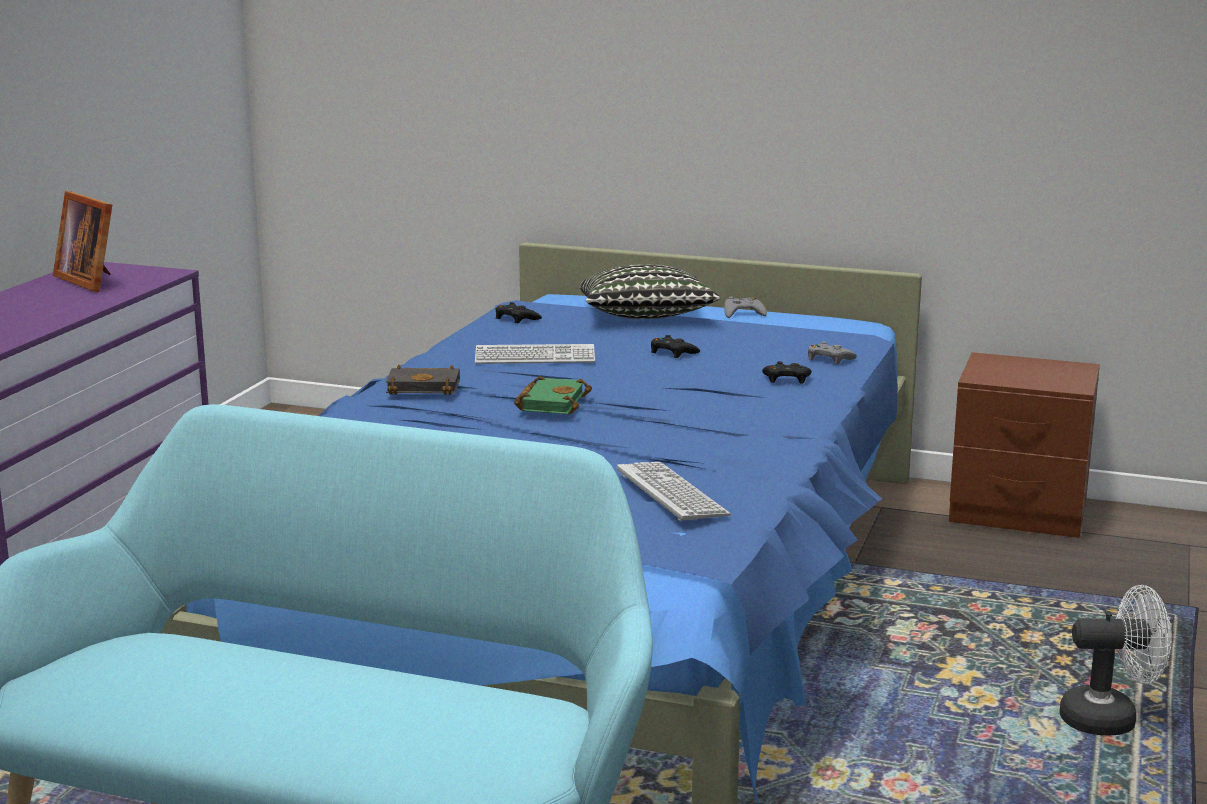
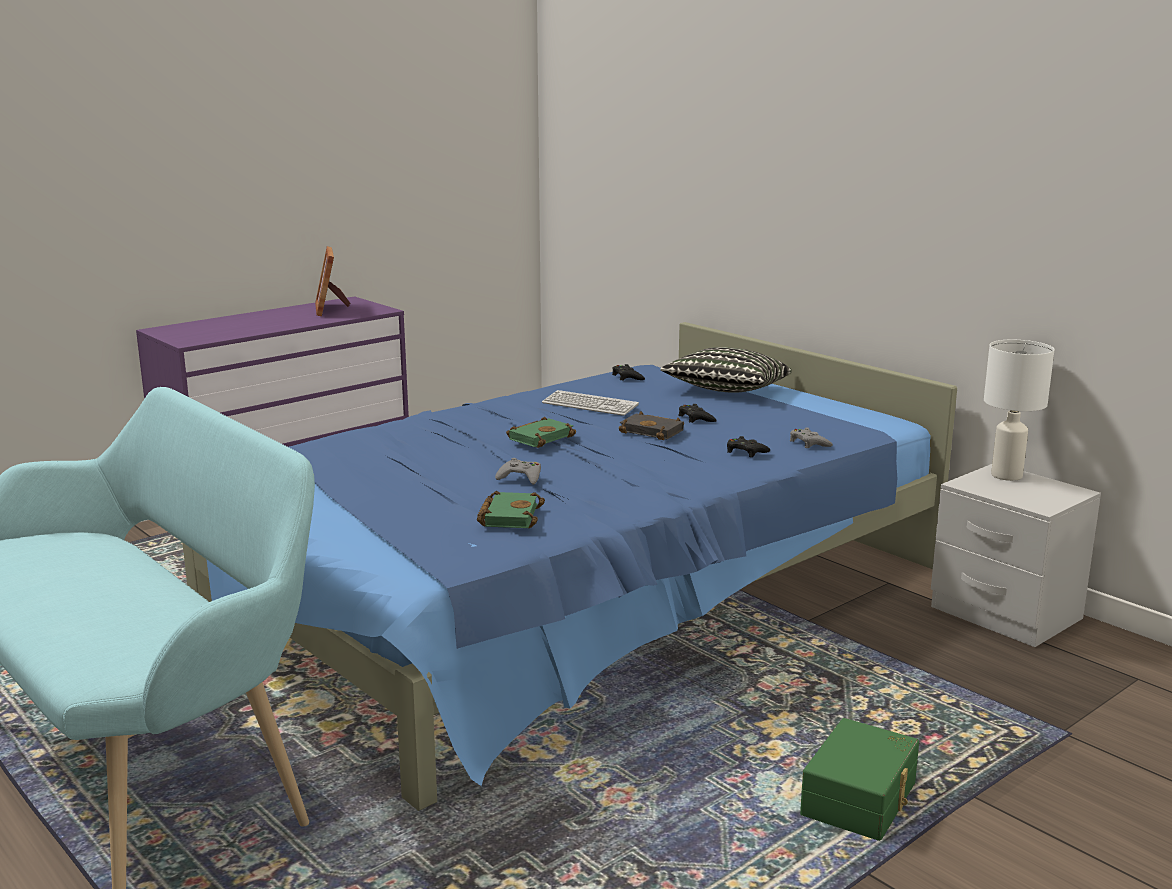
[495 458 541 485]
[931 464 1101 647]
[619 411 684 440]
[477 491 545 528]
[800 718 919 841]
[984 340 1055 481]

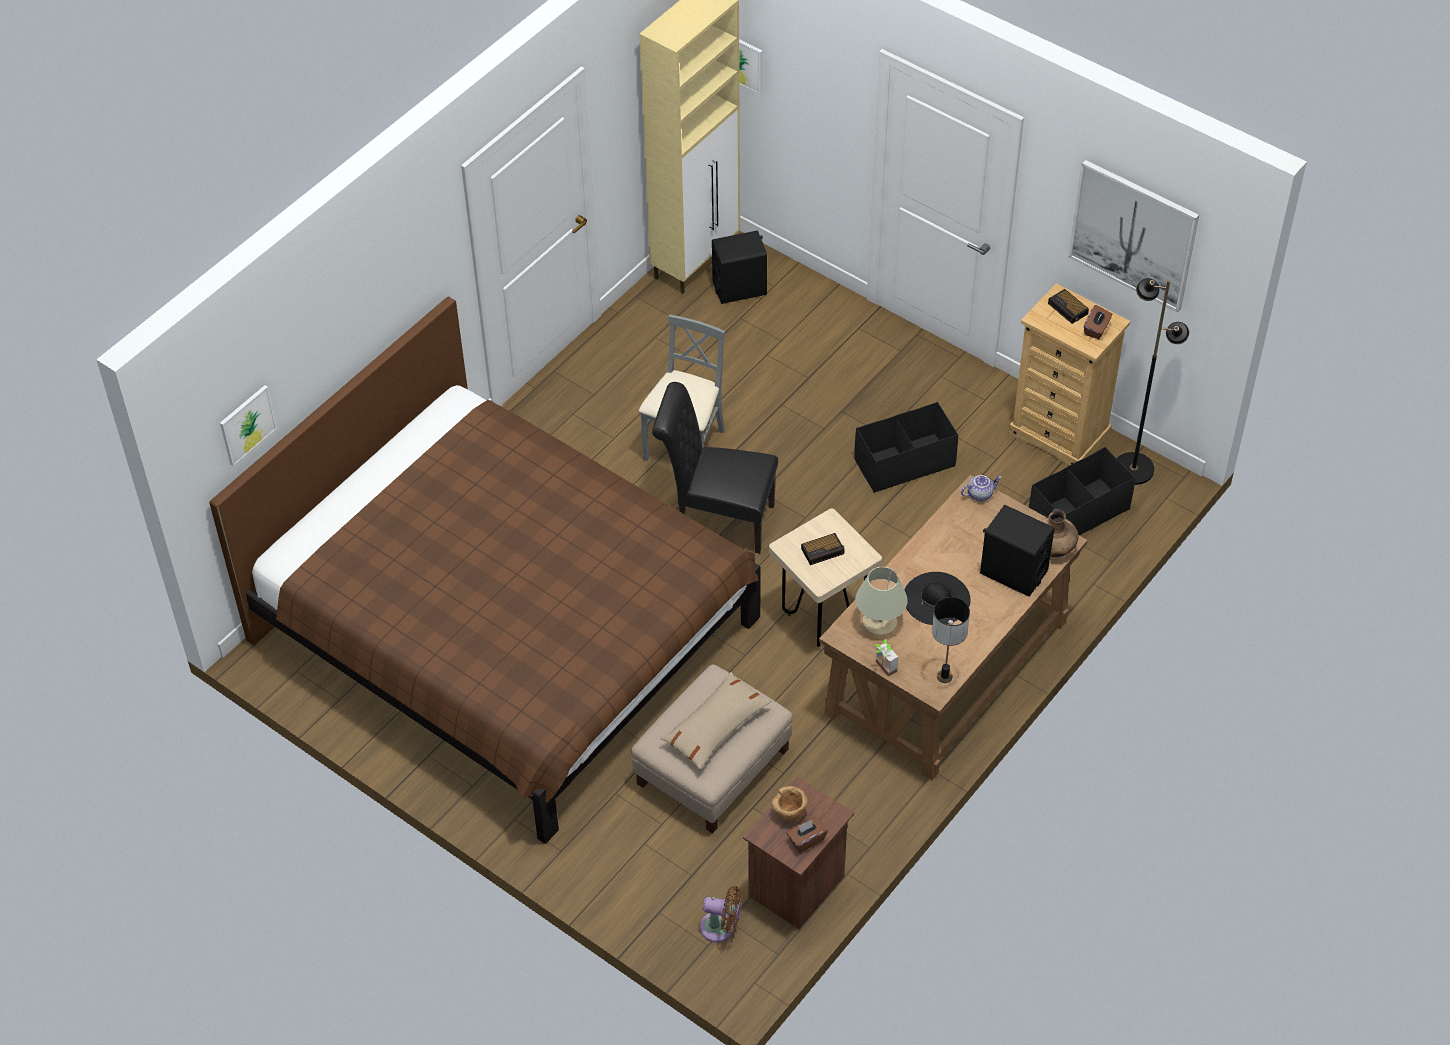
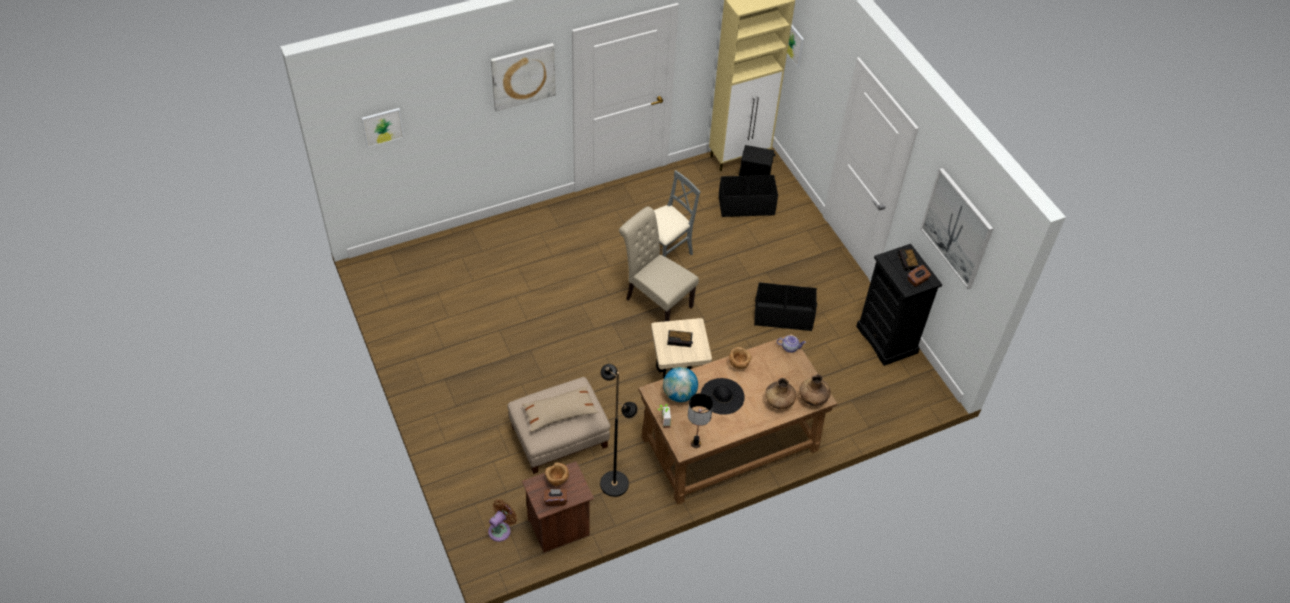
[600 364 638 497]
[856 244 942 366]
[209 296 761 844] (first image)
[619 206 699 321]
[719 175 778 217]
[765 378 796 409]
[663 367 698 402]
[488 500 517 542]
[491 43 556 111]
[729 347 752 369]

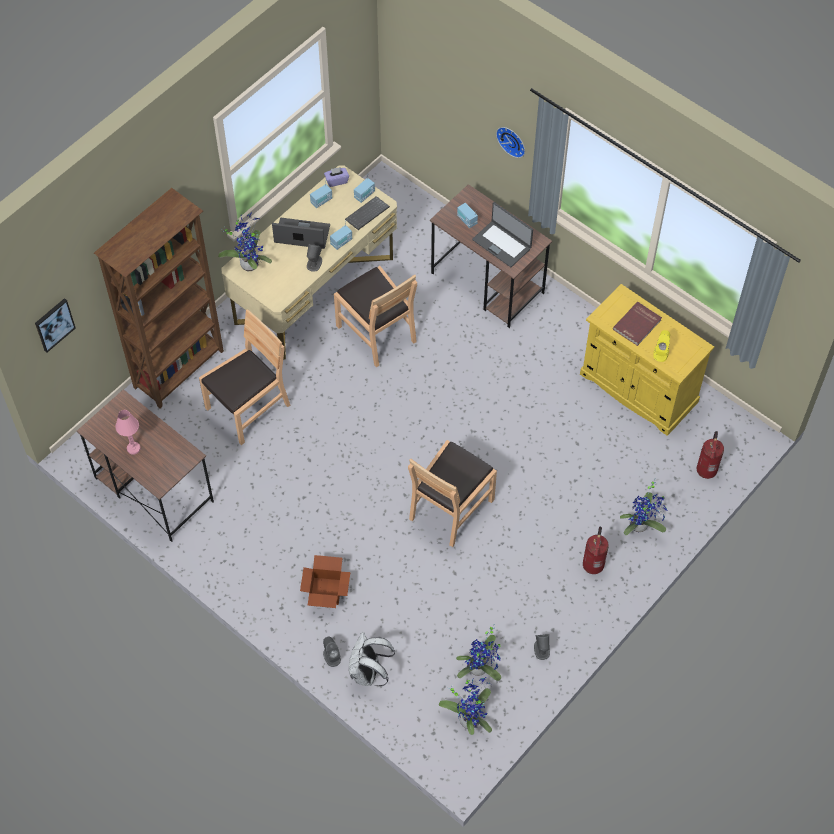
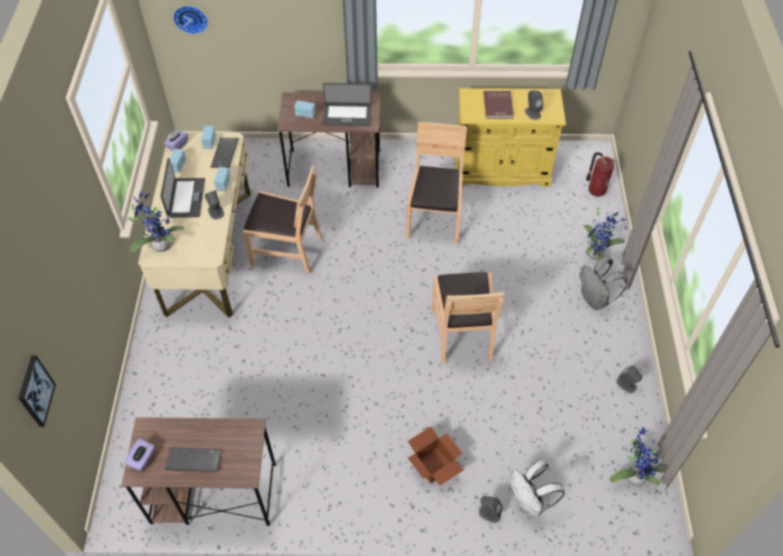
[173 6 208 35]
[94 188 224 409] (first image)
[160 158 205 218]
[406 122 467 244]
[525 90 543 120]
[165 447 222 472]
[579 256 628 310]
[456 625 501 681] (first image)
[124 438 155 471]

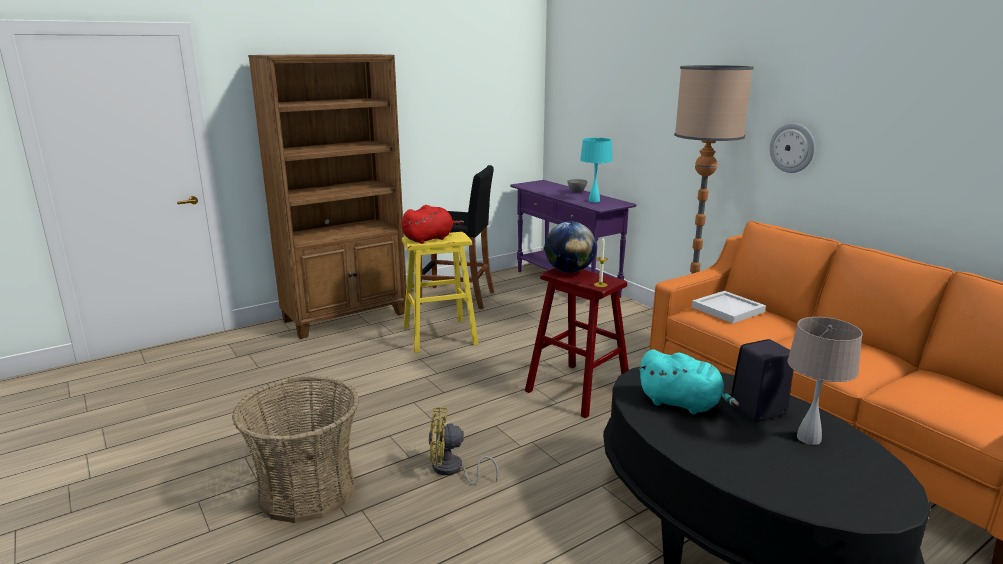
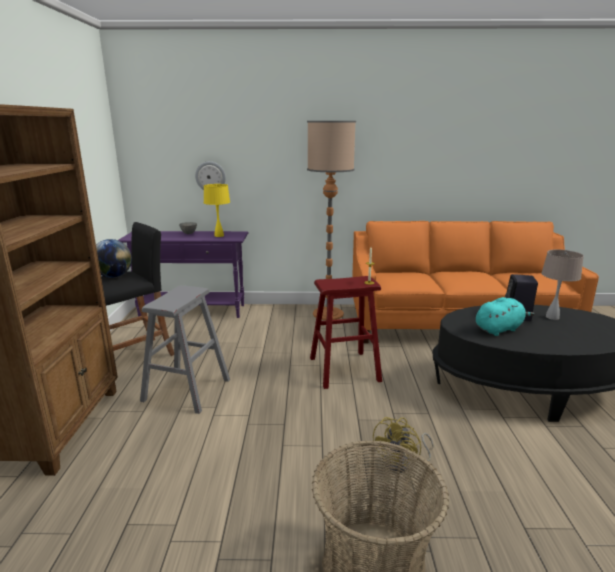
[195 161 226 190]
[204 184 230 237]
[402 205 464 244] (first image)
[96 239 132 278]
[140 285 230 414]
[692 291 766 323] (first image)

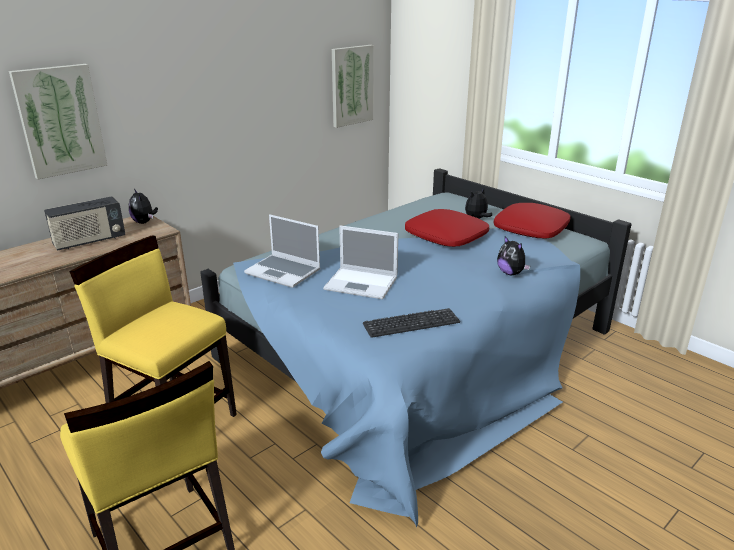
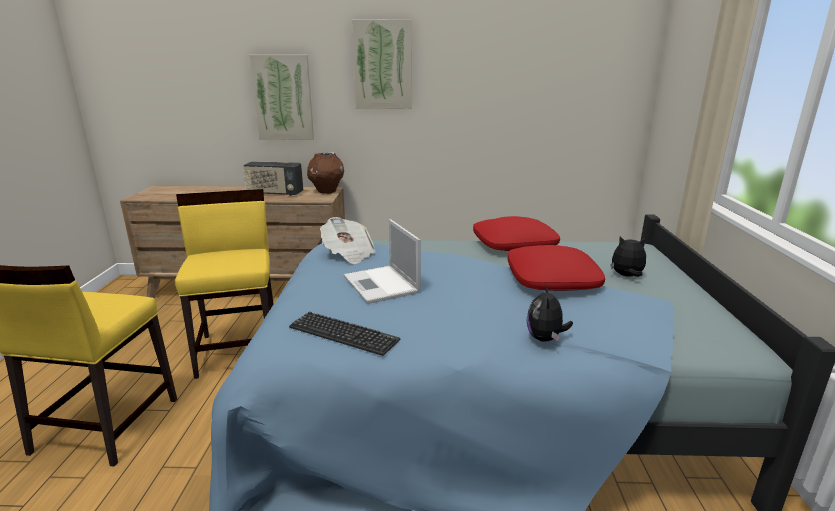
[352 19 412 109]
[307 152 344 194]
[473 216 560 251]
[320 217 376 264]

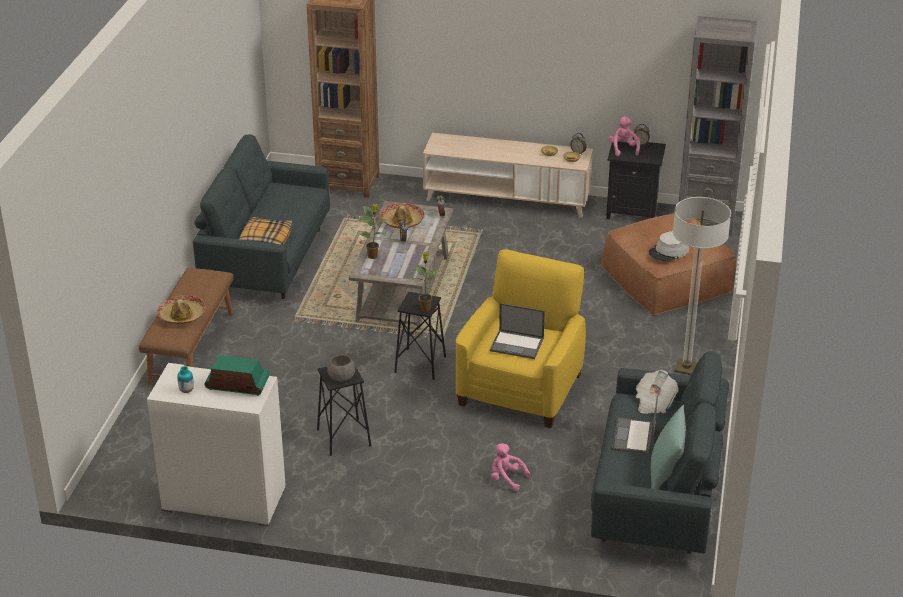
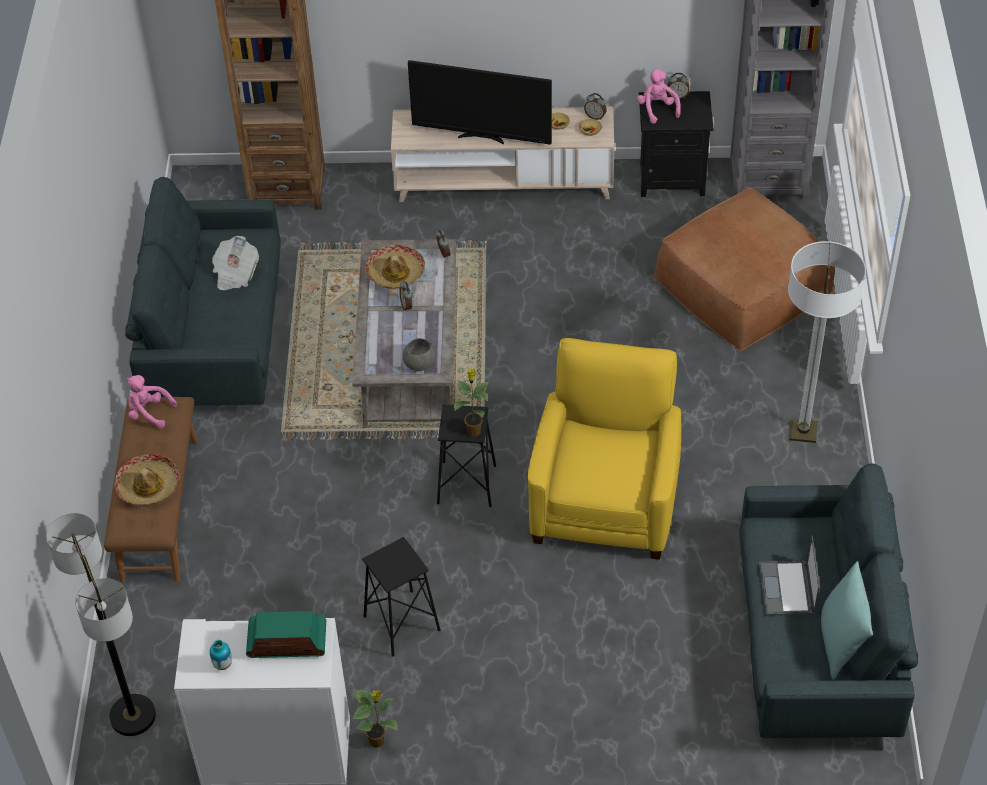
[353 690 398 747]
[239 217 292 245] (first image)
[649 231 689 261] (first image)
[490 303 545 359] (first image)
[403 338 436 371]
[212 236 259 290]
[127 375 177 429]
[408 60 552 145]
[46 513 156 736]

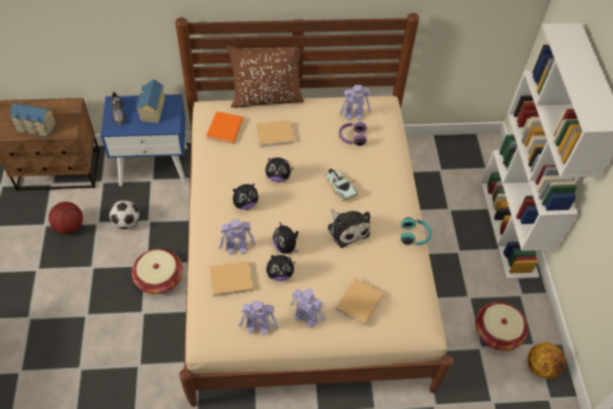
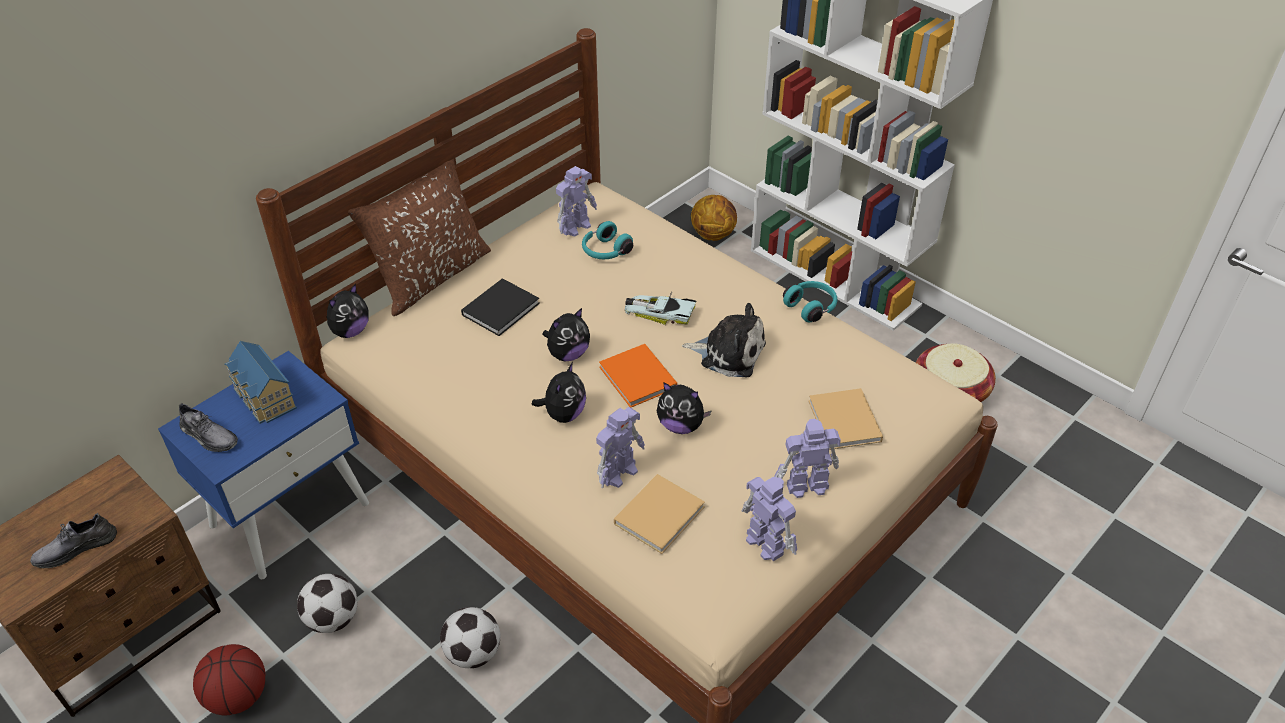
[30 513 117 568]
[599 344 677 407]
[461 278 540 336]
[582 221 633 259]
[440 607 500 668]
[326 284 369 338]
[742 477 797 561]
[691 195 737 241]

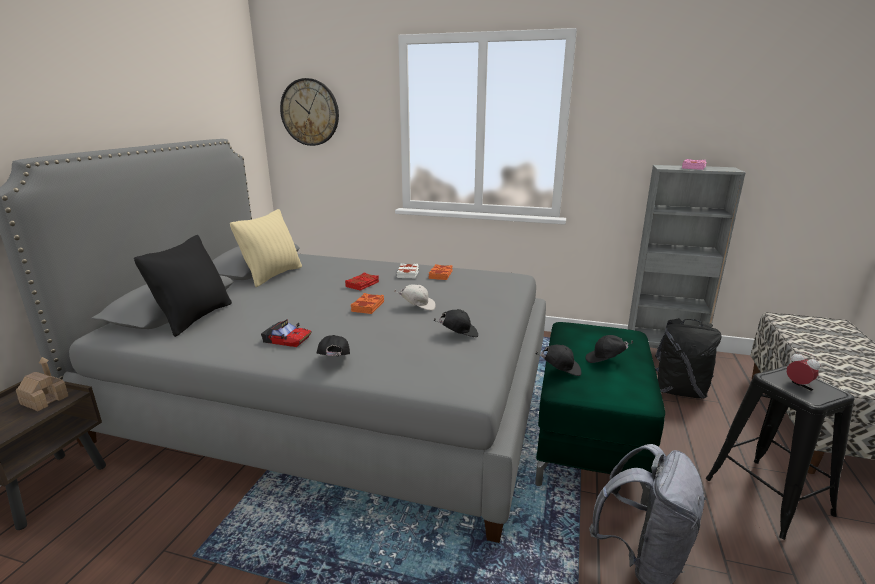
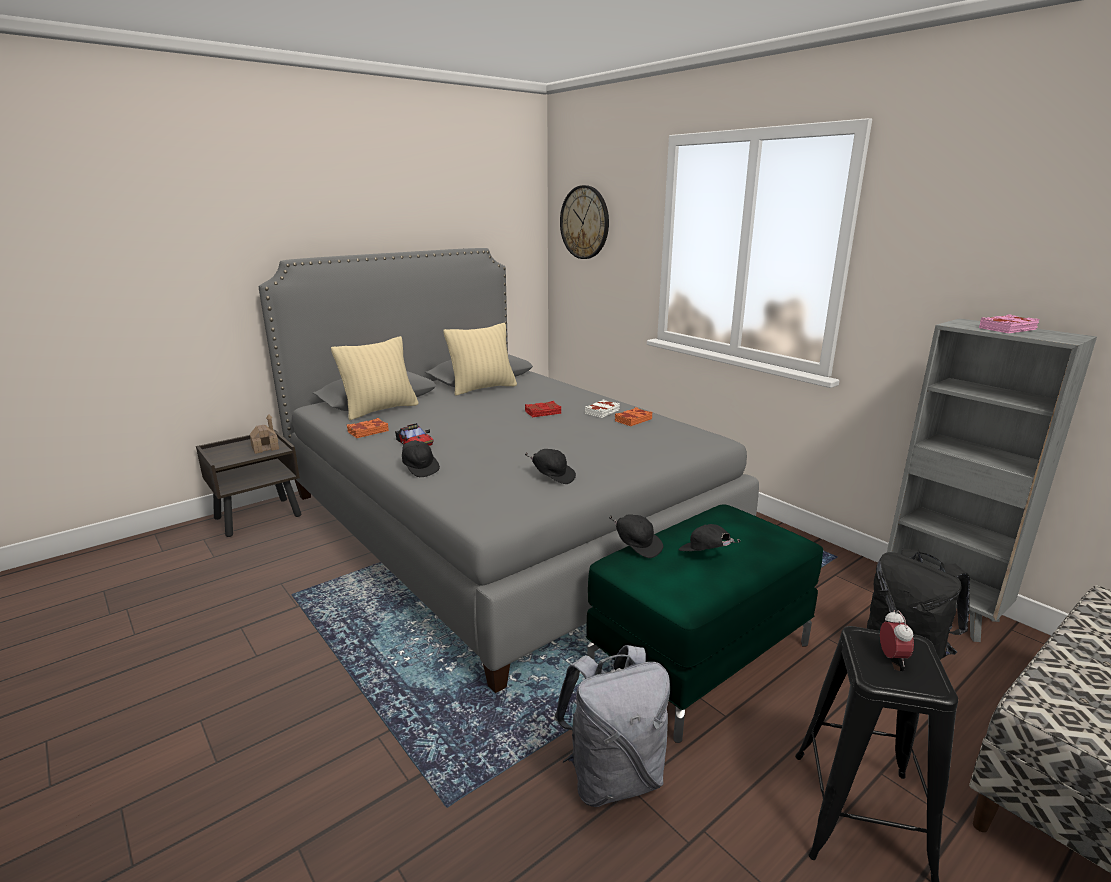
[331 336 419 420]
[394 285 436 311] (first image)
[347 418 389 438]
[402 440 440 477]

